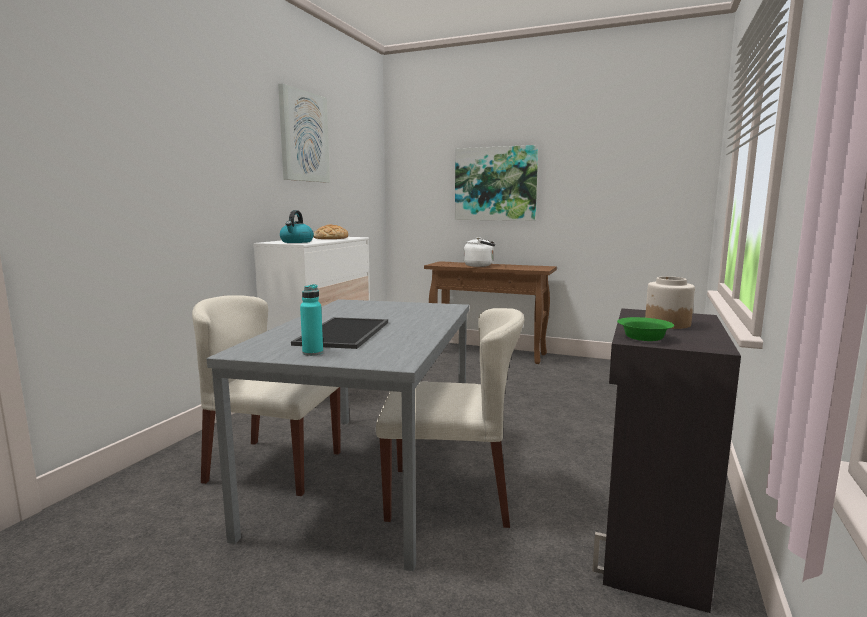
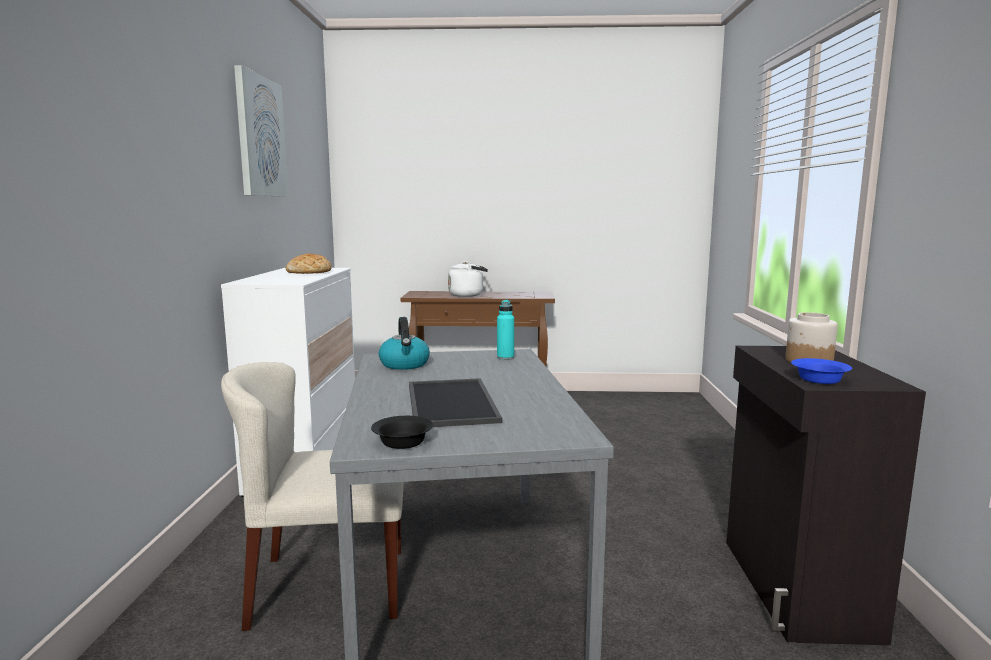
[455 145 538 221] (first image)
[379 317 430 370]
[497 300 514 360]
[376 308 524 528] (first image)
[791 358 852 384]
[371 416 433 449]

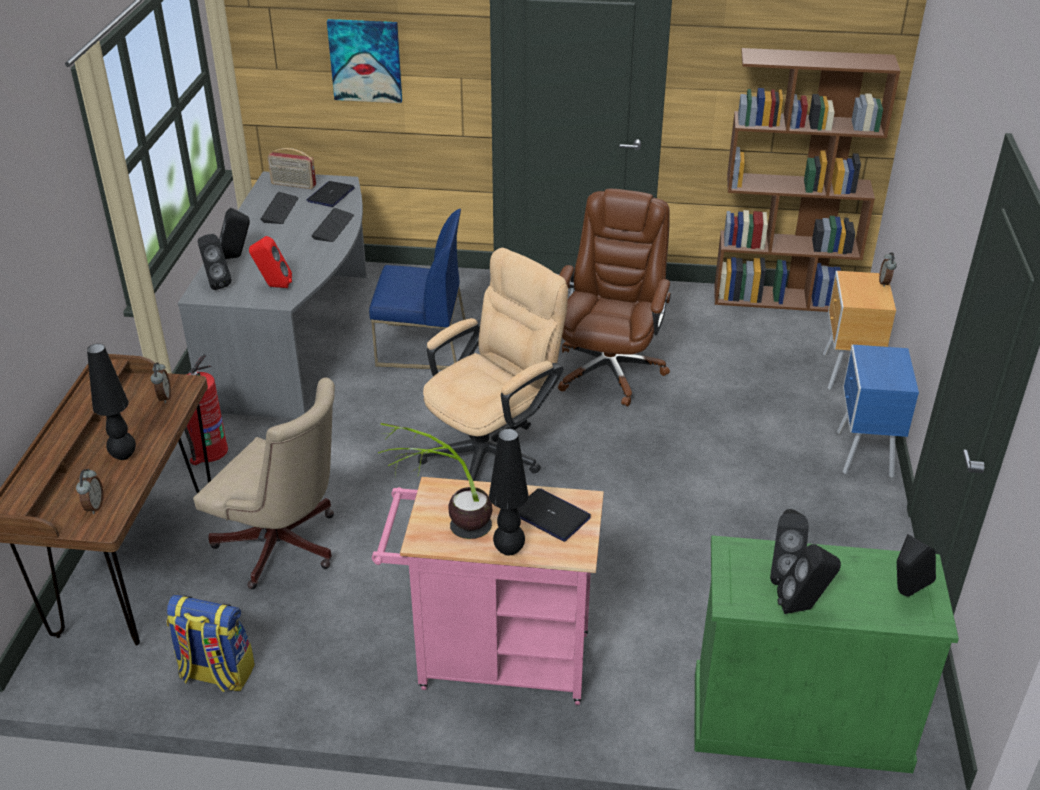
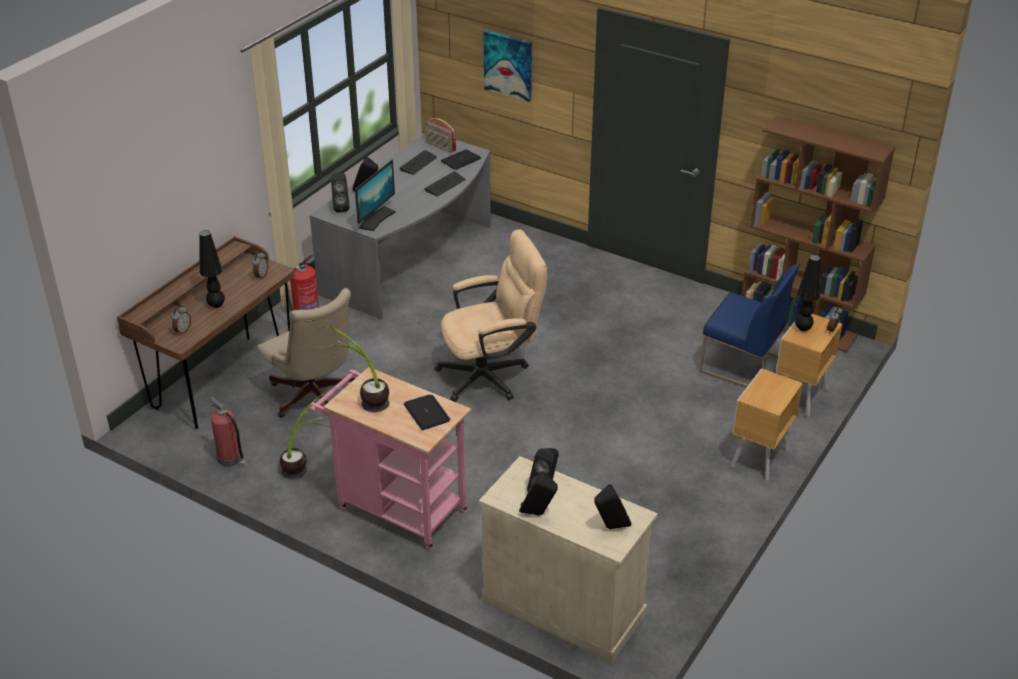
[558 189 671 407] (first image)
[700 264 800 388]
[355 160 395 231]
[731 368 803 481]
[795 255 820 331]
[479 456 658 662]
[209 397 245 467]
[280 386 332 479]

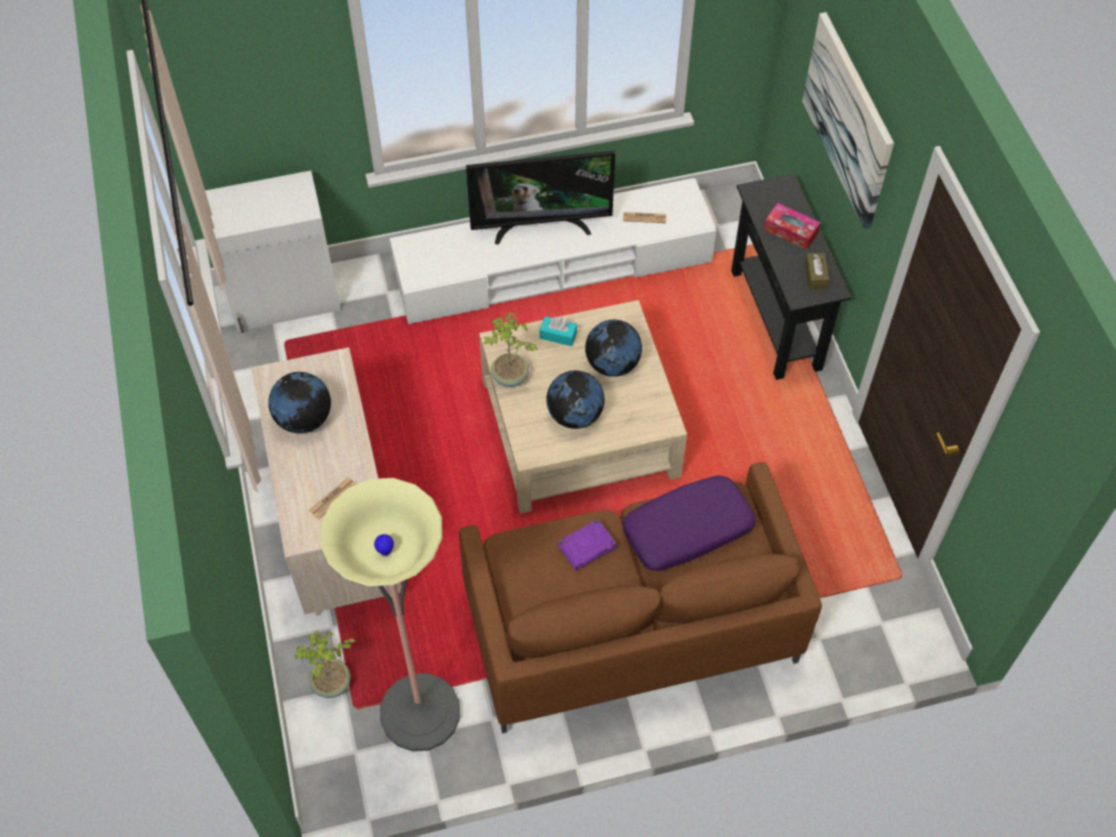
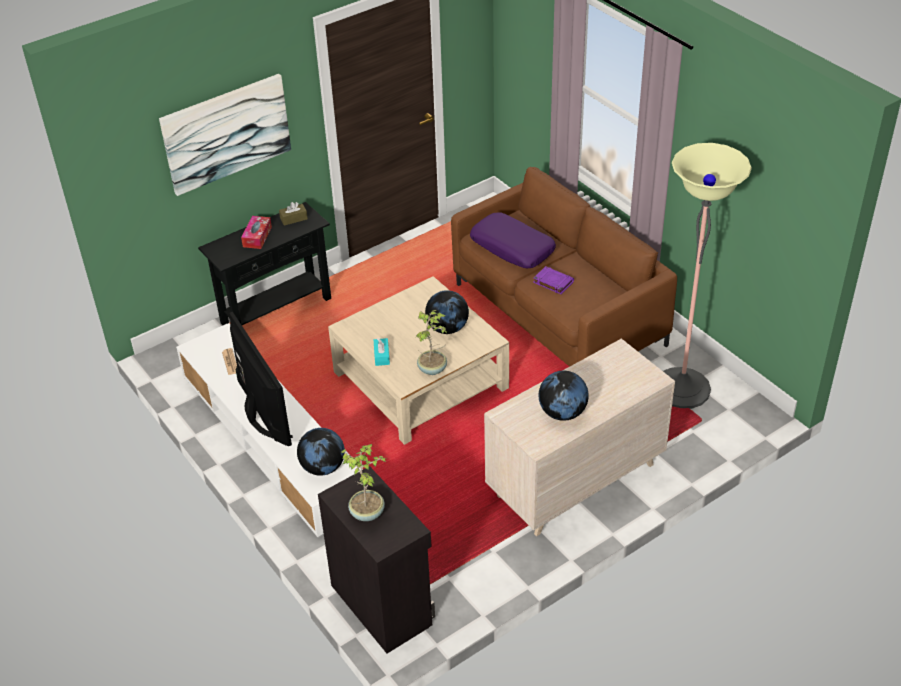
[318 466 435 653]
[297 428 345 476]
[308 478 356 520] (first image)
[341 444 386 521]

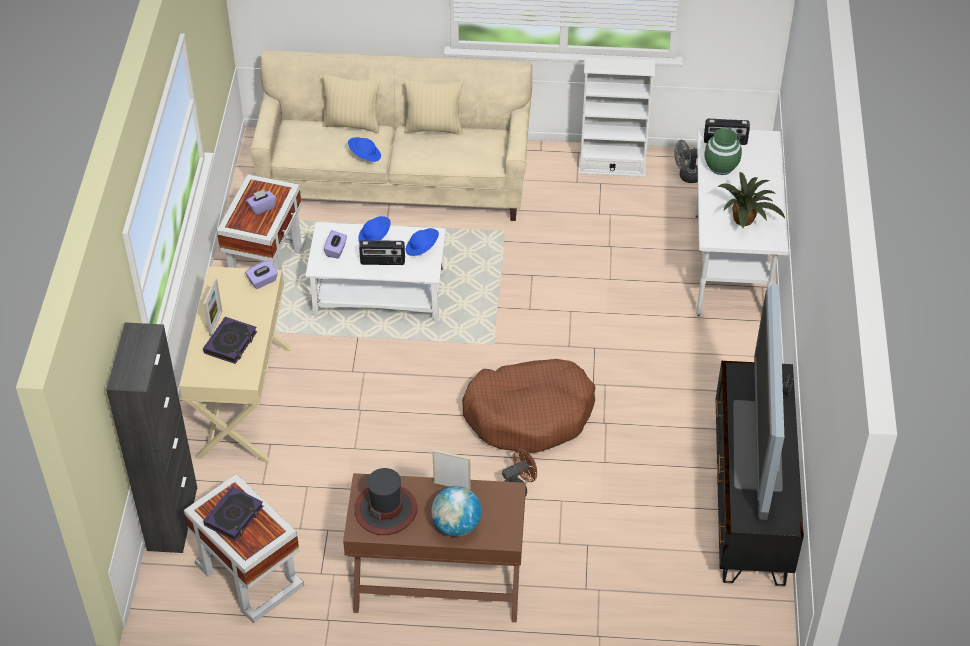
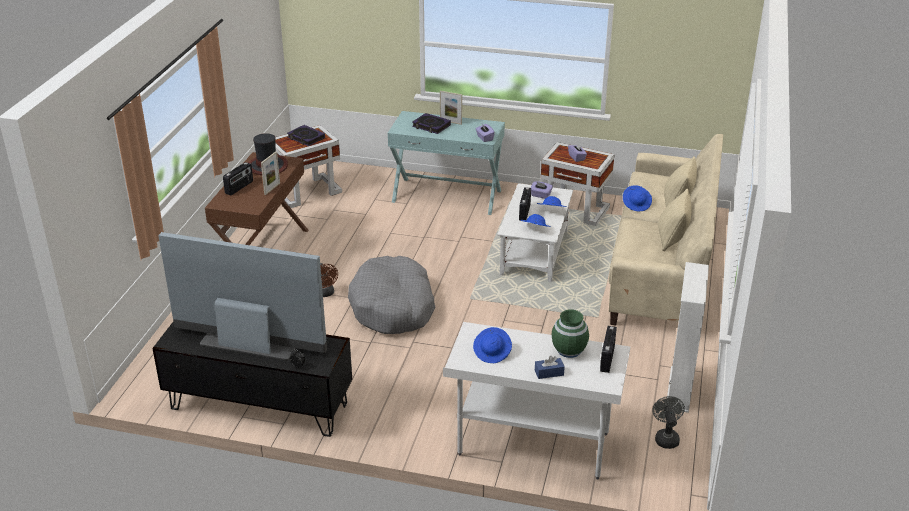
[473 327 512 363]
[388 111 505 215]
[106 322 197 553] (first image)
[348 256 435 334]
[223 162 253 195]
[535 356 565 379]

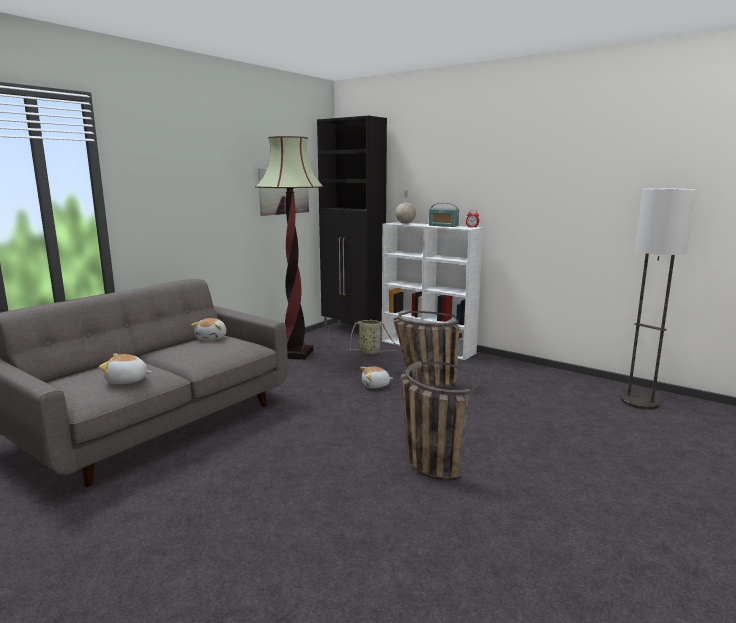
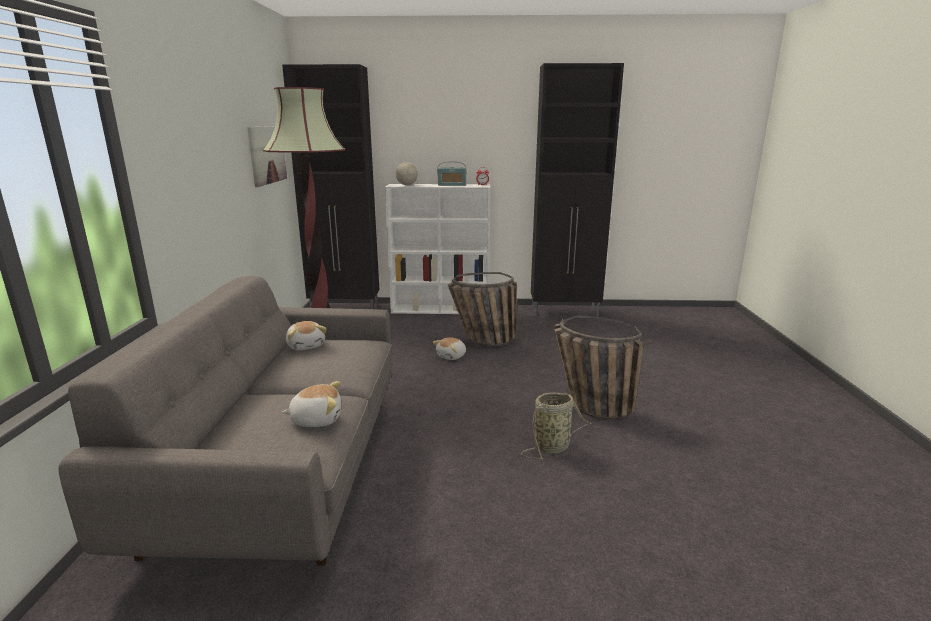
[621 188 696 410] (first image)
[521 392 592 459]
[282 381 341 427]
[531 63 624 317]

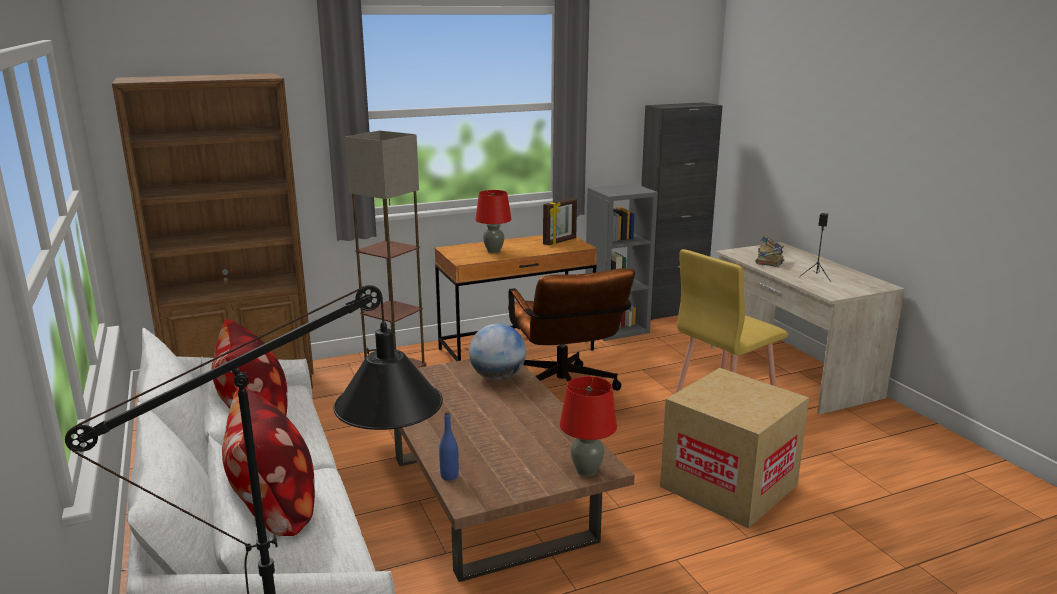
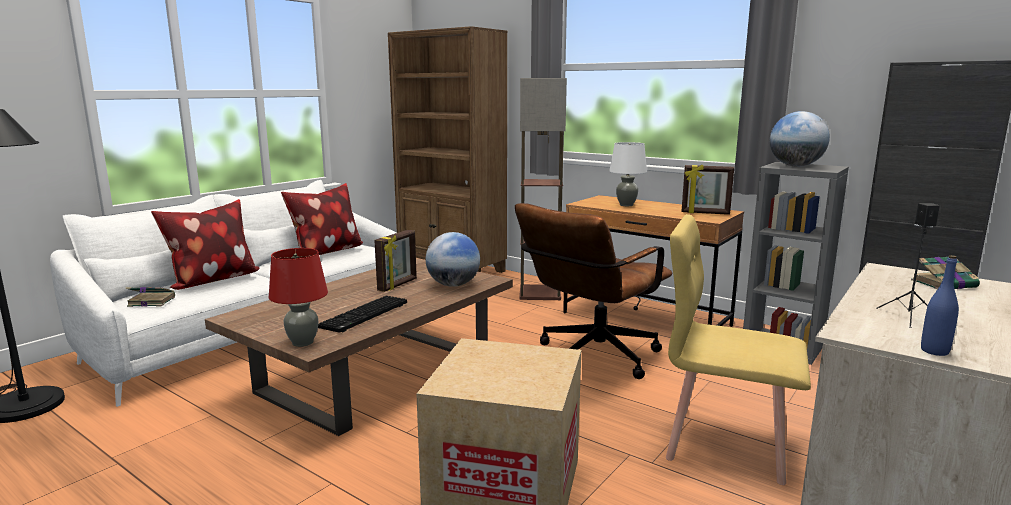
[609 142 647 206]
[126 287 175 307]
[921 255 959 356]
[770 111 830 167]
[374 230 417 292]
[318 296 407 333]

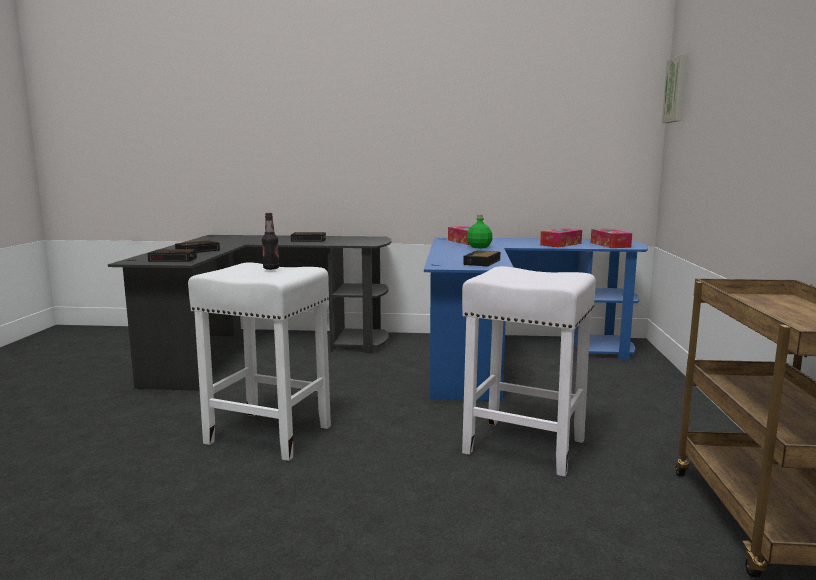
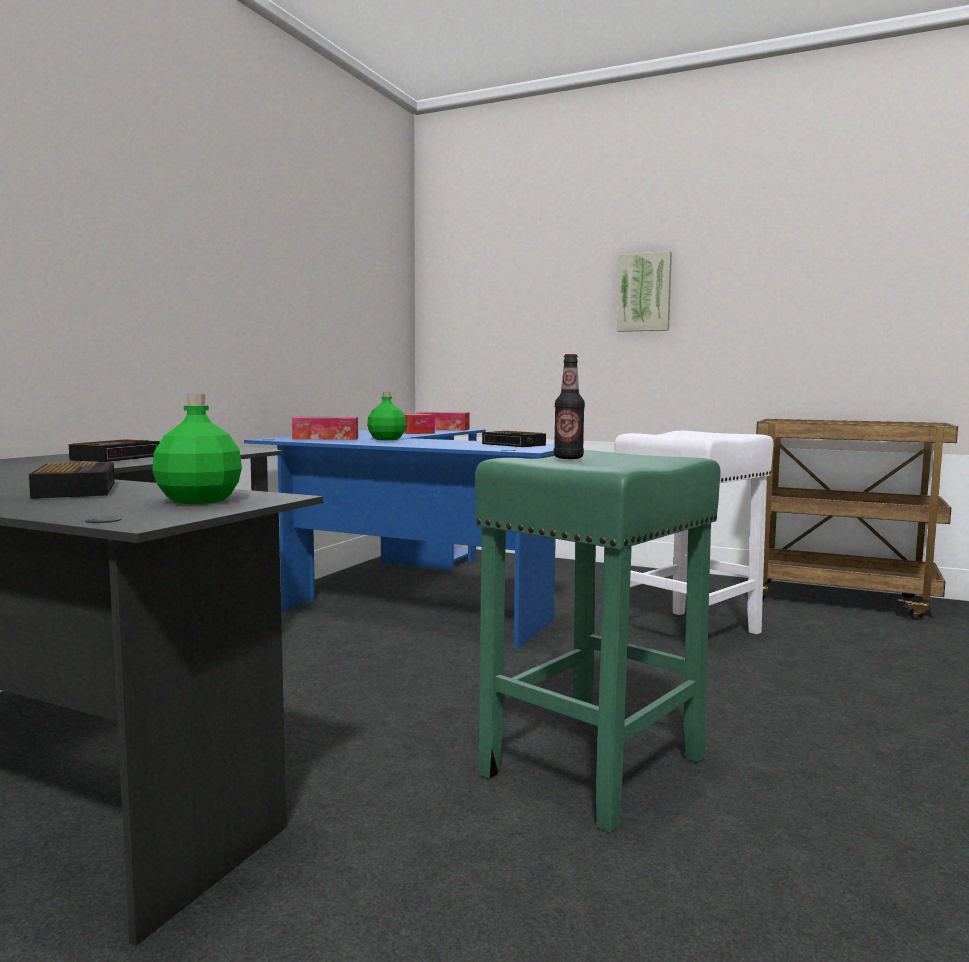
[617 251 672 332]
[152 394 242 504]
[475 450 721 833]

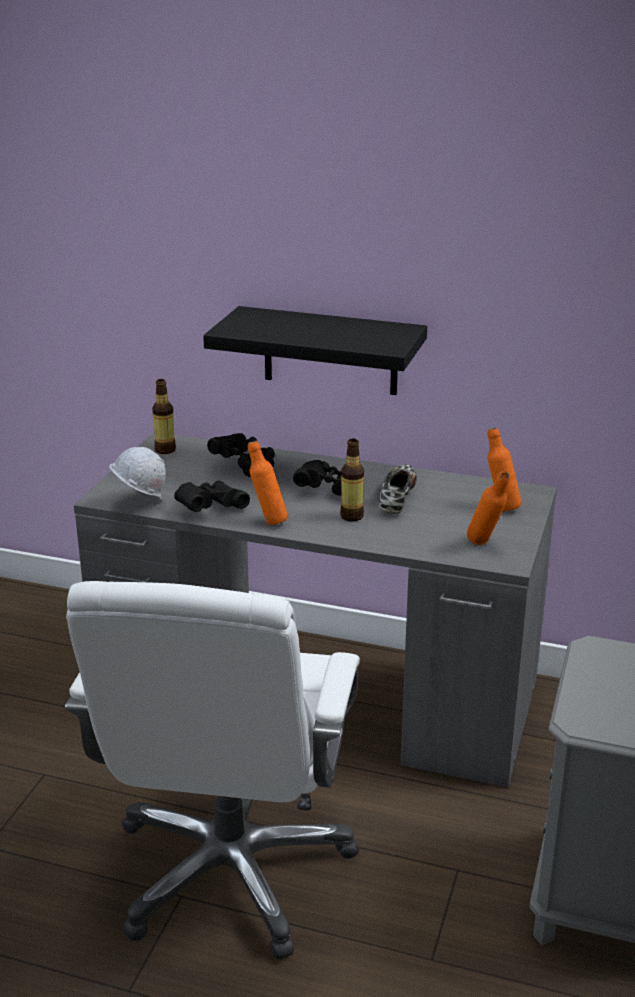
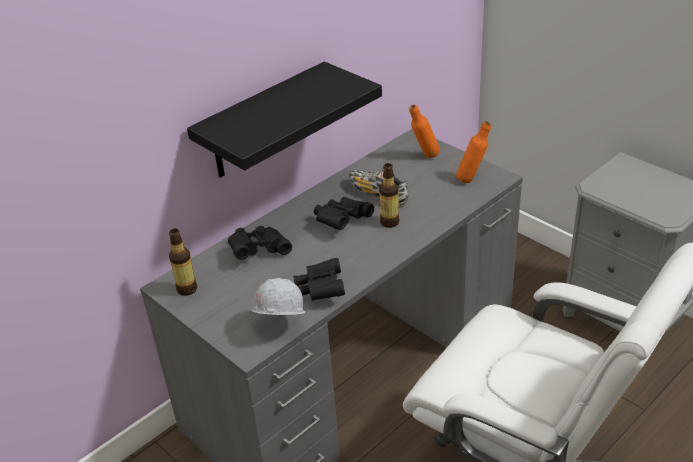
[248 441 288 525] (first image)

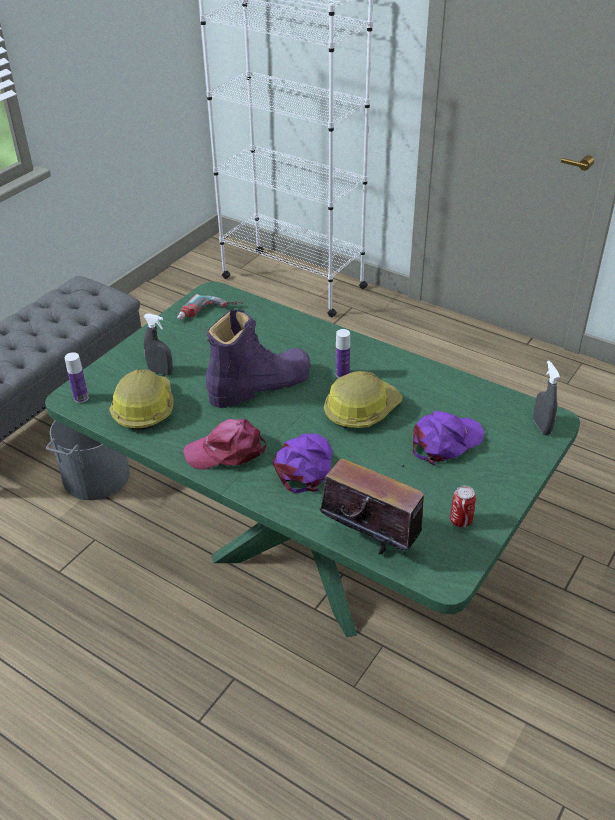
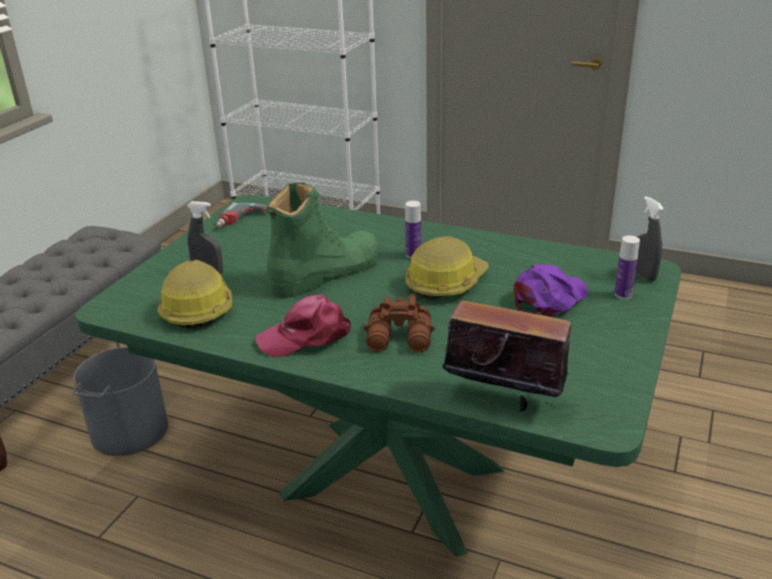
[266 183 379 298]
[614 235 640 299]
[363 294 435 353]
[450 486 476 527] (first image)

